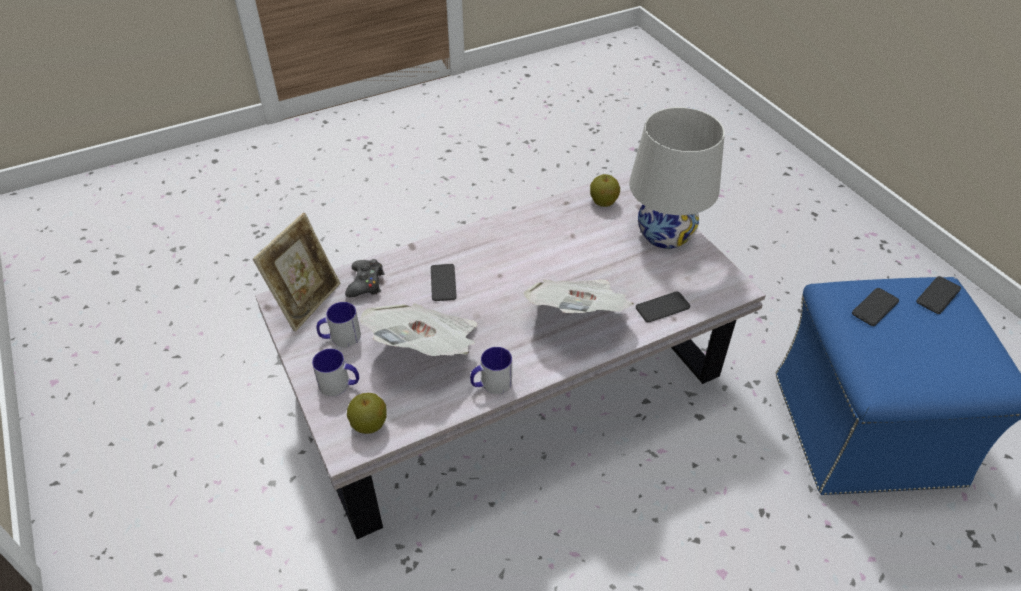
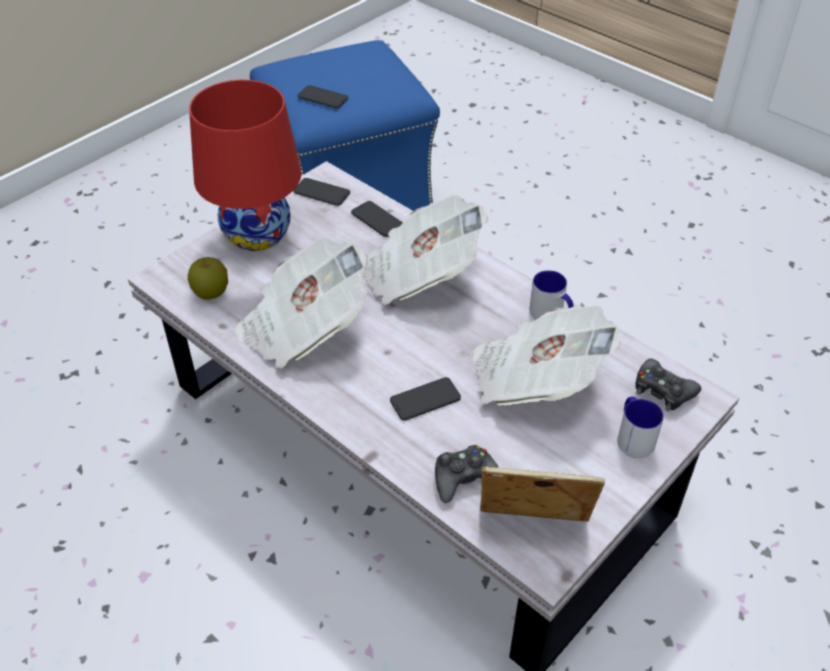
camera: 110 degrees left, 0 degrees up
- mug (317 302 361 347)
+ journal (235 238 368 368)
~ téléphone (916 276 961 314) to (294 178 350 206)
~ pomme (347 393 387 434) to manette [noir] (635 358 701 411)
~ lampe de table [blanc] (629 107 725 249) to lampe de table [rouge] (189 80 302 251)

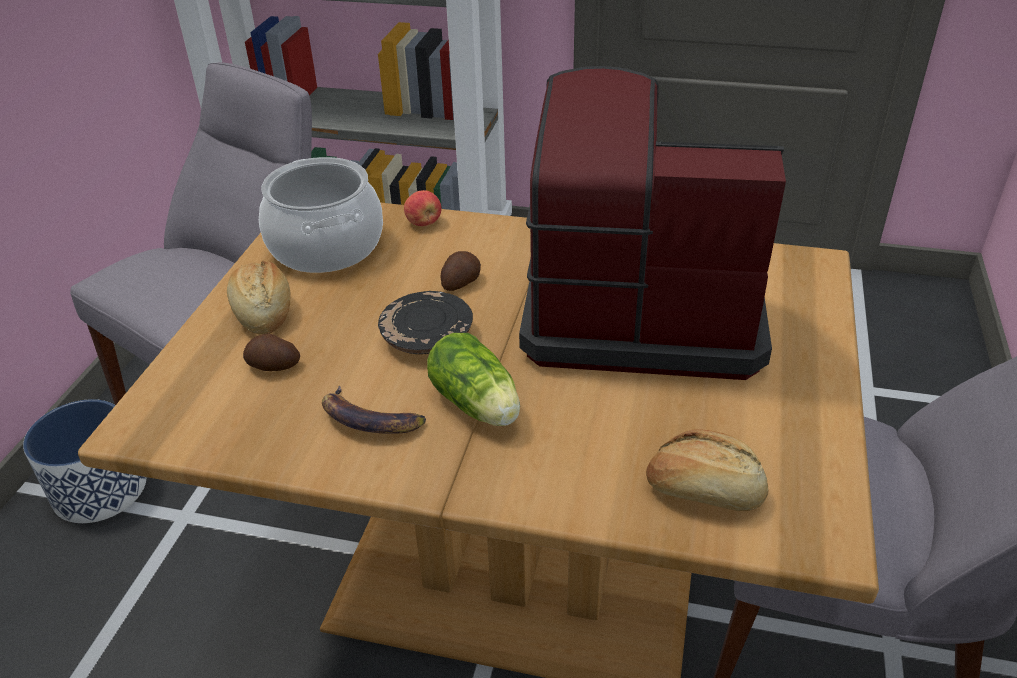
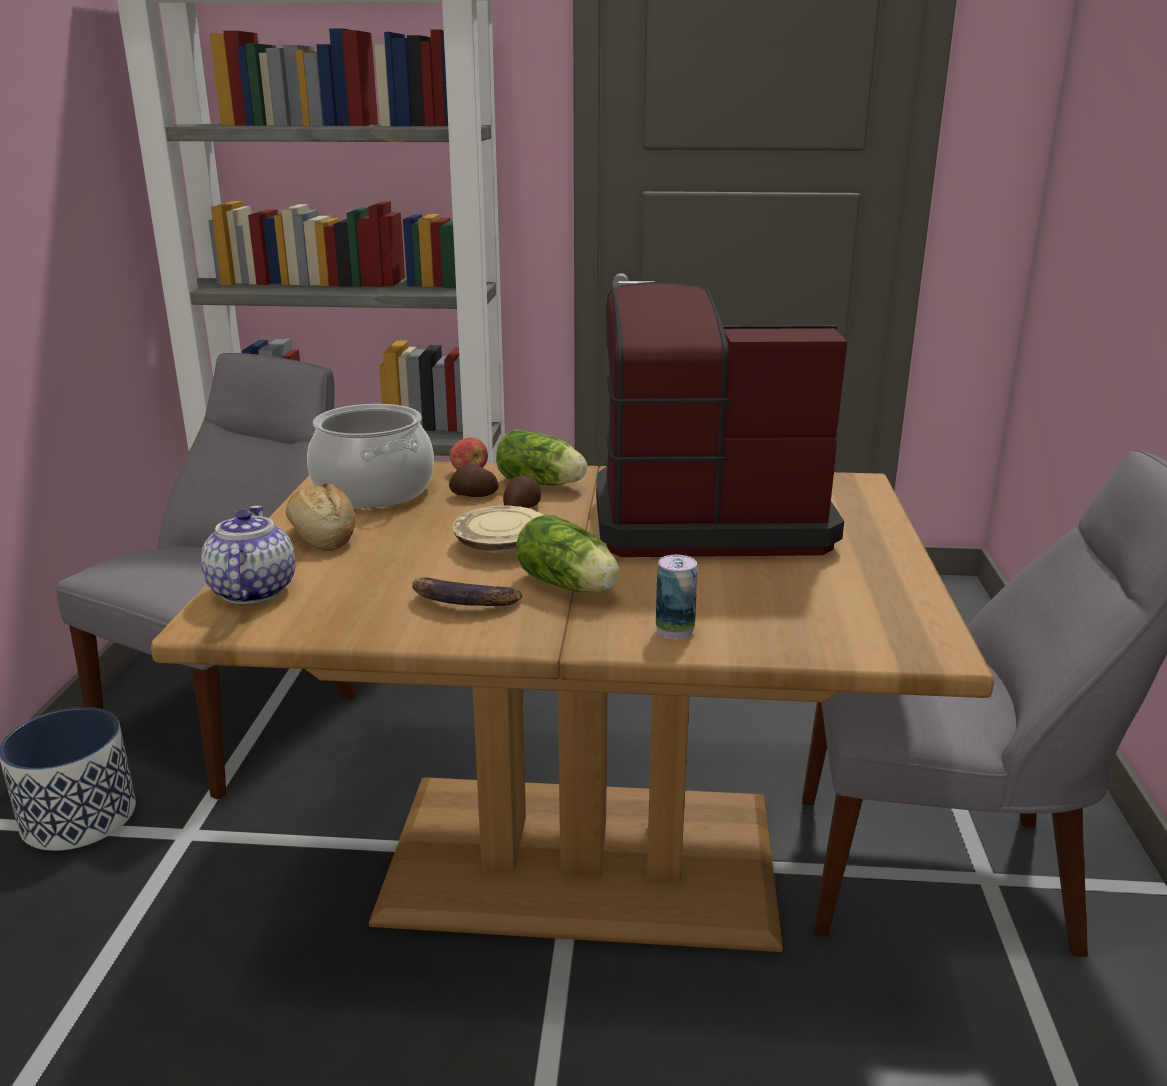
camera: 10 degrees left, 15 degrees down
- pain (646 429 768 511)
+ théière (201 506 295 604)
+ laitue (496 429 587 485)
+ boîte métallique (656 555 698 639)
~ pomme de terre (243 333 300 371) to (449 464 499 497)
~ assiette [noir] (378 291 473 354) to assiette [beige] (452 506 543 553)

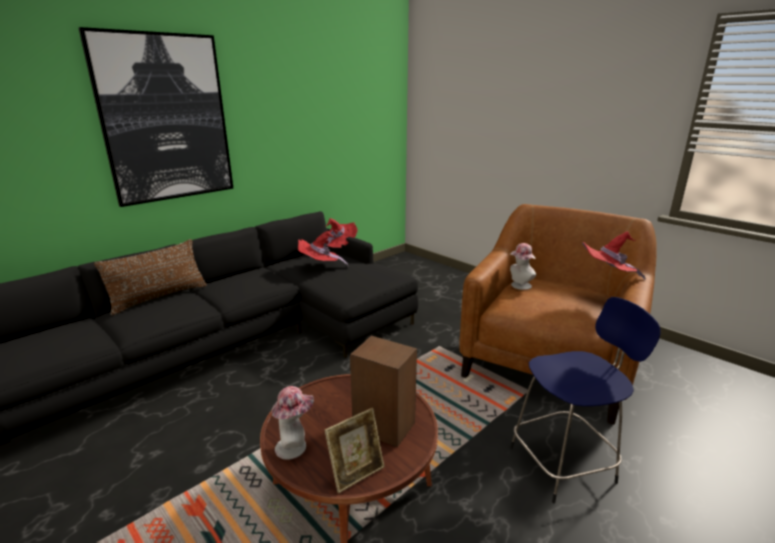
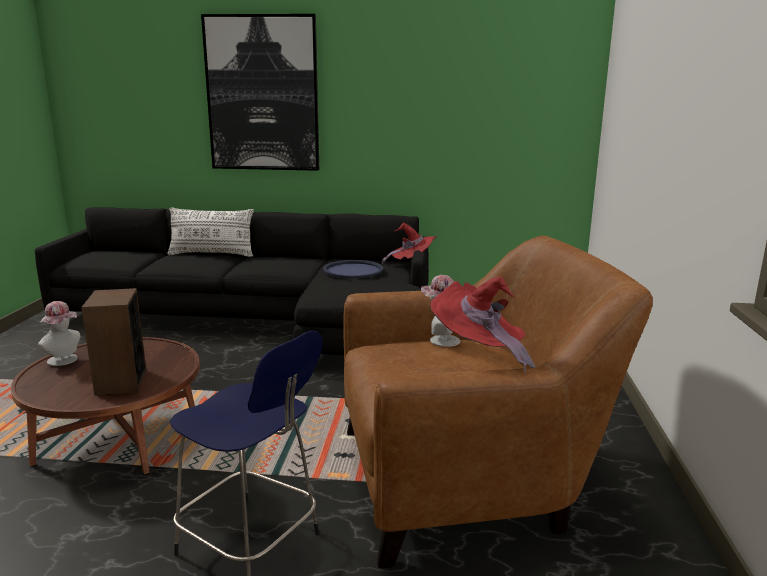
camera: 50 degrees right, 5 degrees down
- cadre photo (324 408 385 493)
~ chapeau [rouge] (298 231 349 267) to plateau [bleu] (323 260 383 278)
~ coussin [marron] (94 239 207 315) to coussin [blanc] (168 207 254 257)

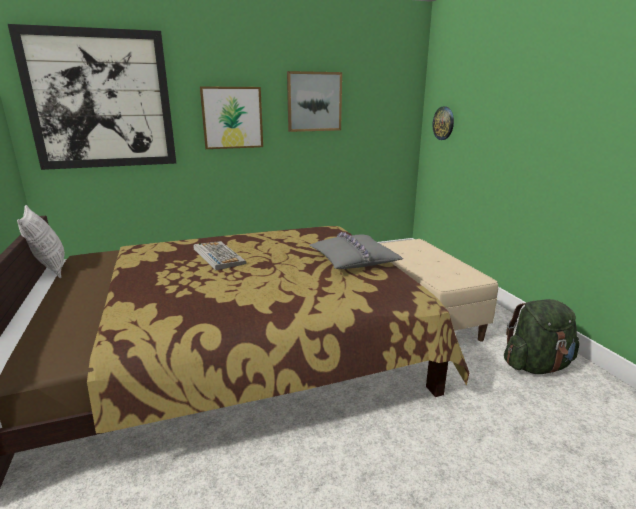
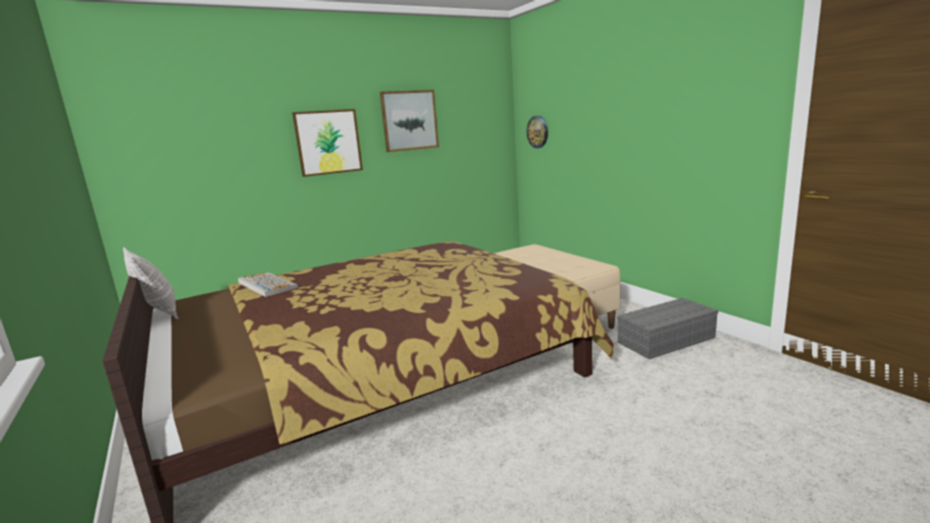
camera: 10 degrees left, 5 degrees down
- tableau (8 24 176 170)
- coussin [gris] (309 232 403 269)
~ clavier (194 241 246 270) to (238 272 298 297)
~ sac à dos [vert] (504 299 580 374) to boîte de rangement [gris] (617 298 718 359)

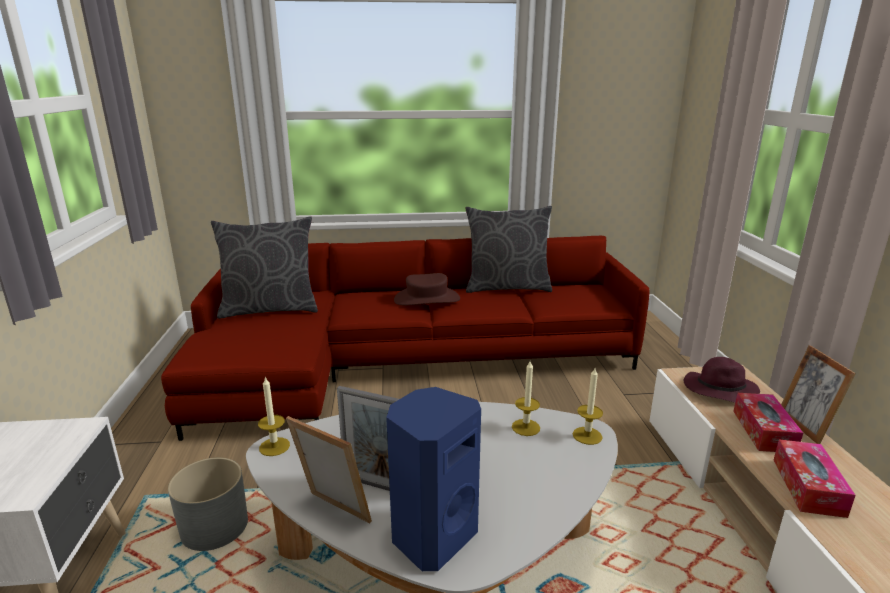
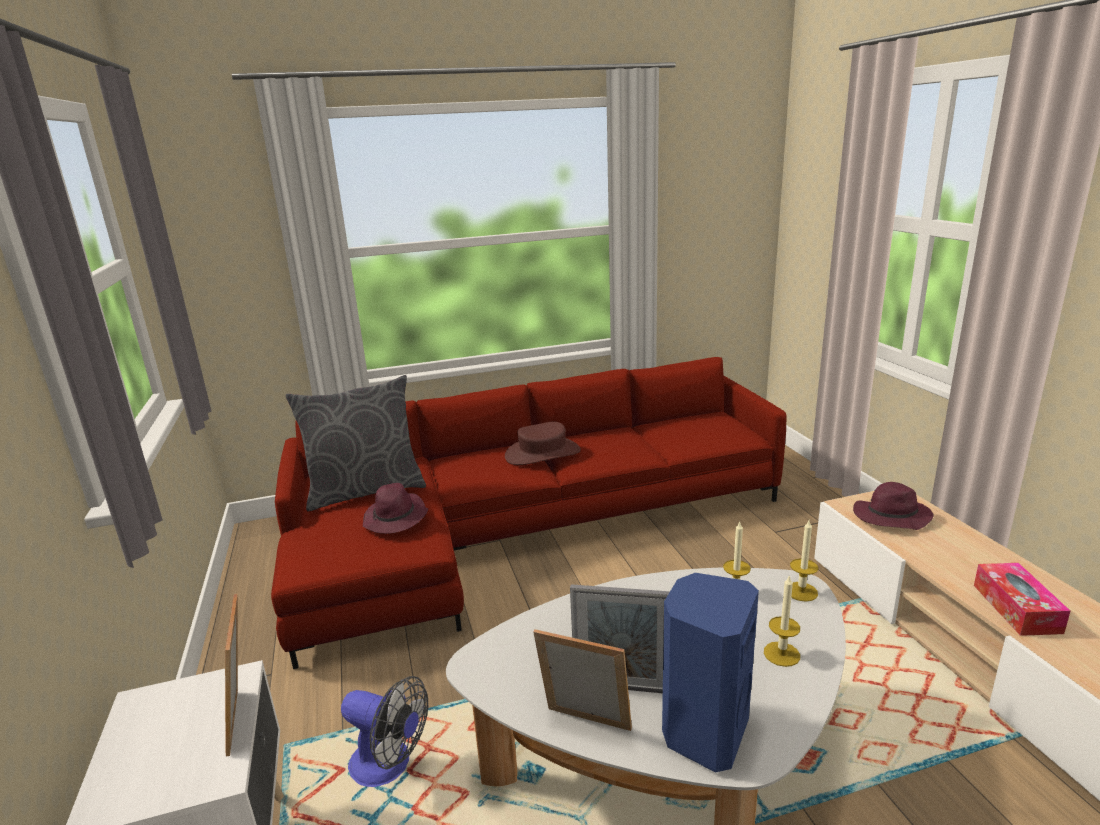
camera: 10 degrees left, 0 degrees up
- coussin [gris] (466 206 552 293)
- boîte à mouchoirs (733 393 803 452)
+ chapeau [violet] (363 483 428 534)
~ bougie (258 377 290 456) to (764 575 800 667)
~ cadre photo (781 345 856 444) to (225 594 238 756)
~ cache-pot [gris] (168 458 248 551) to ventilateur (341 676 428 787)

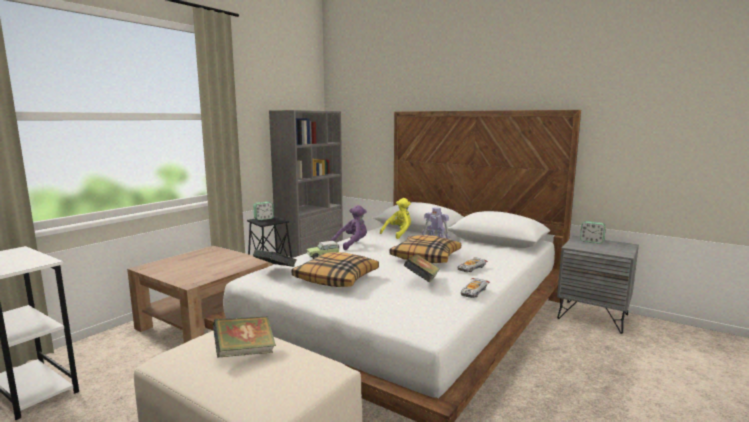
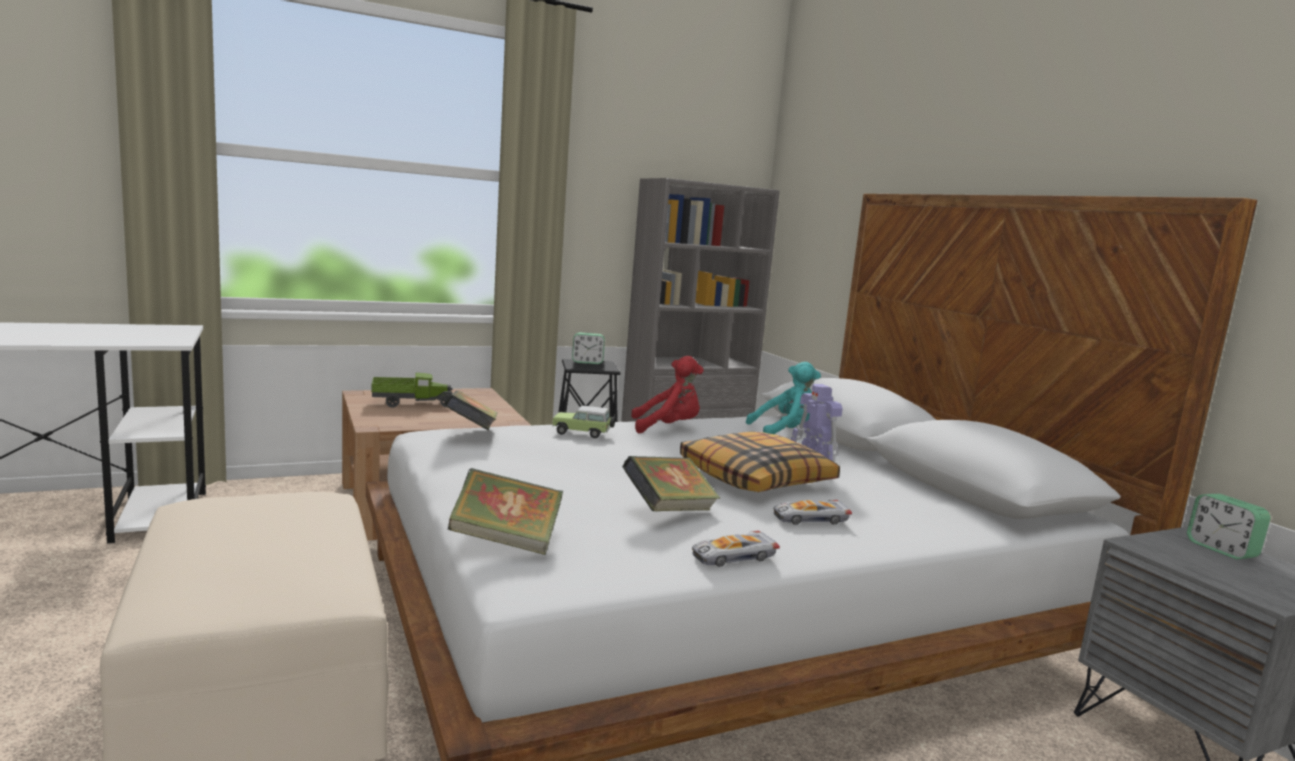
camera: 30 degrees right, 0 degrees up
- coussin (292 252 379 287)
+ camion jouet (371 372 453 407)
~ livre (213 316 276 357) to (448 468 563 555)
~ peluche [violet] (331 205 367 250) to peluche [rouge] (631 356 704 433)
~ peluche [jaune] (380 198 411 239) to peluche [turquoise] (746 362 821 434)

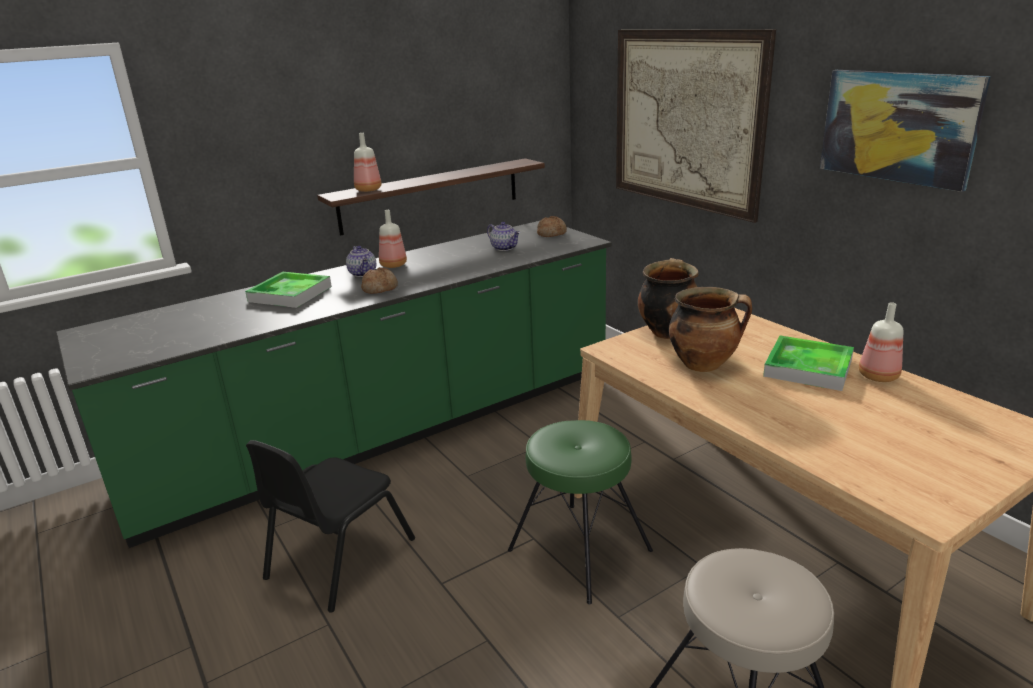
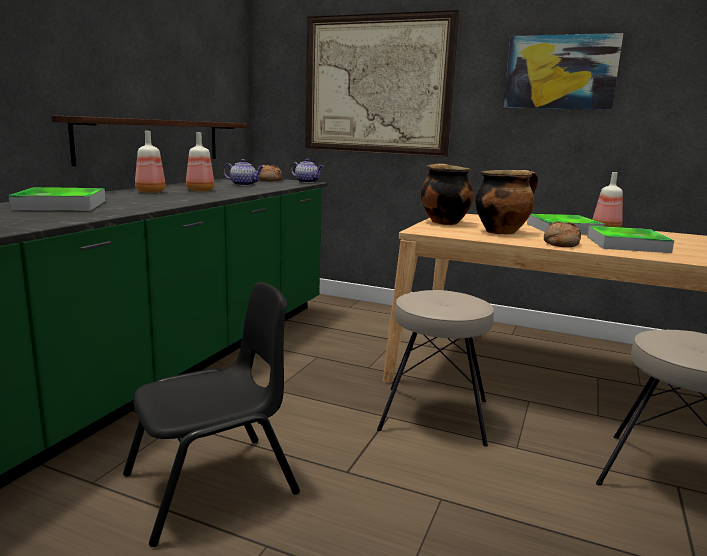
camera: 35 degrees left, 10 degrees down
+ plateau (587 226 674 253)
~ théière (346 246 376 277) to (291 159 323 183)
~ bouteille (354 133 382 192) to (186 132 214 191)
~ pain (361 267 398 294) to (544 221 581 247)
~ tabouret [vert] (508 420 653 604) to tabouret [beige] (377 290 494 447)
~ chaise [noir] (246 440 415 612) = (123 282 300 547) 120 degrees counterclockwise

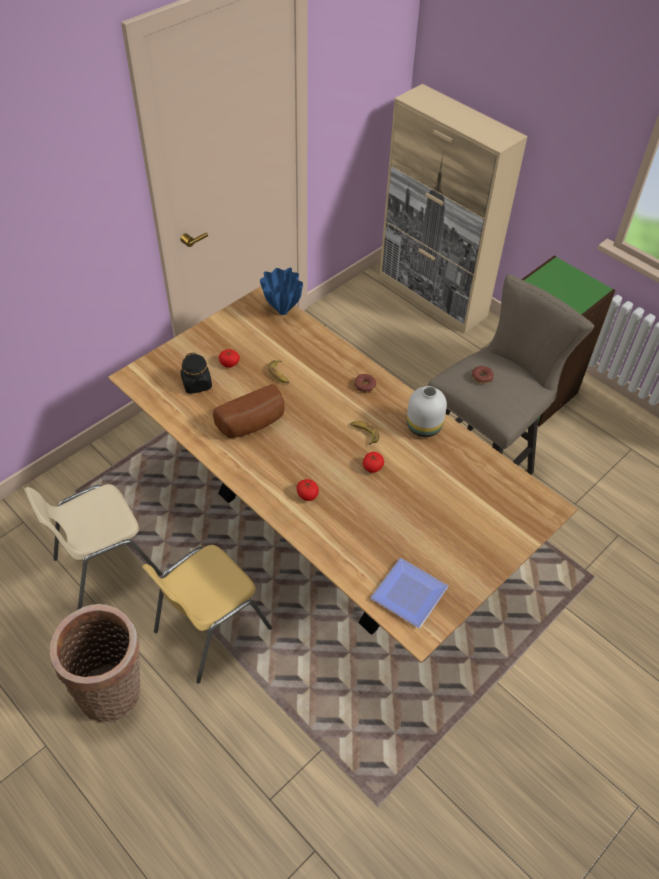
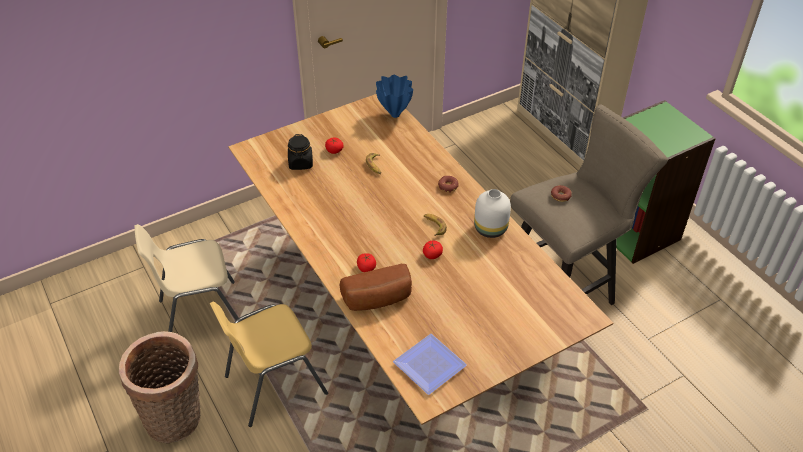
camera: 15 degrees right, 5 degrees down
~ pain (213 384 284 438) to (340 264 412 311)

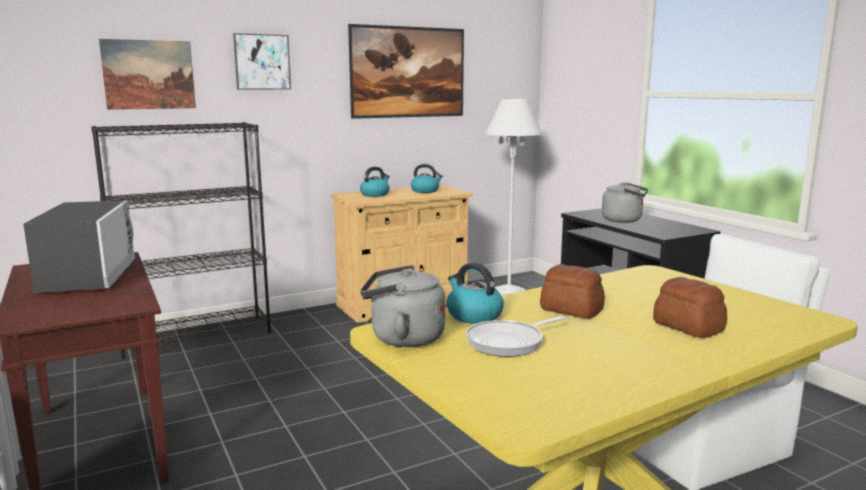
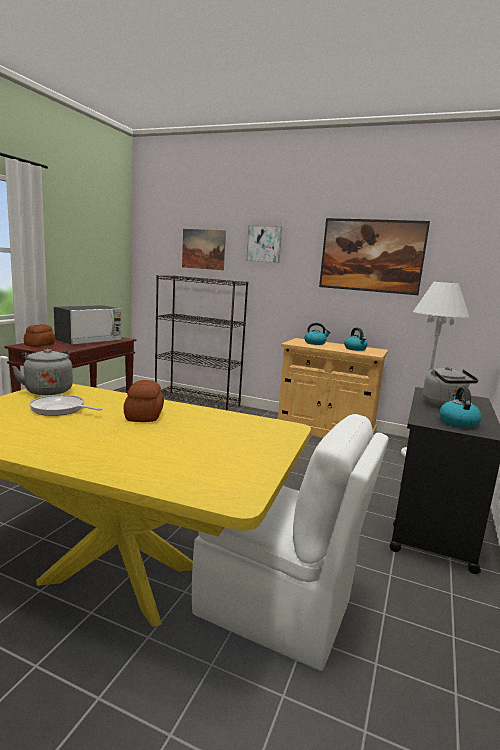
camera: 50 degrees right, 0 degrees up
~ bouilloire (446 263 504 324) to (439 387 482 428)
~ pain (653 277 727 338) to (24 324 55 347)

